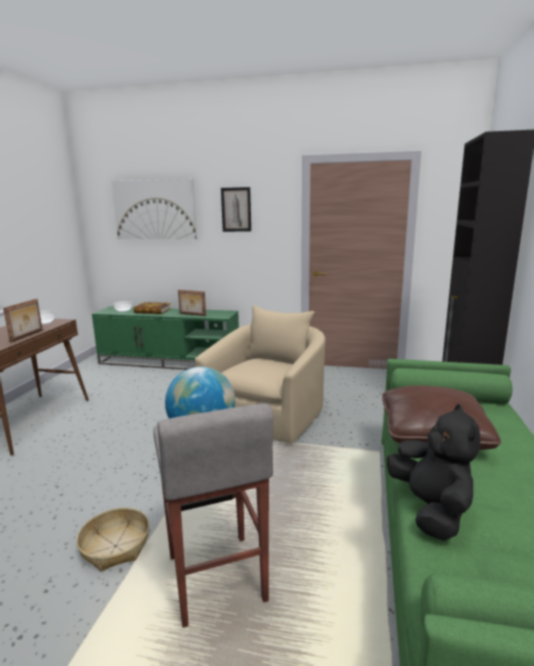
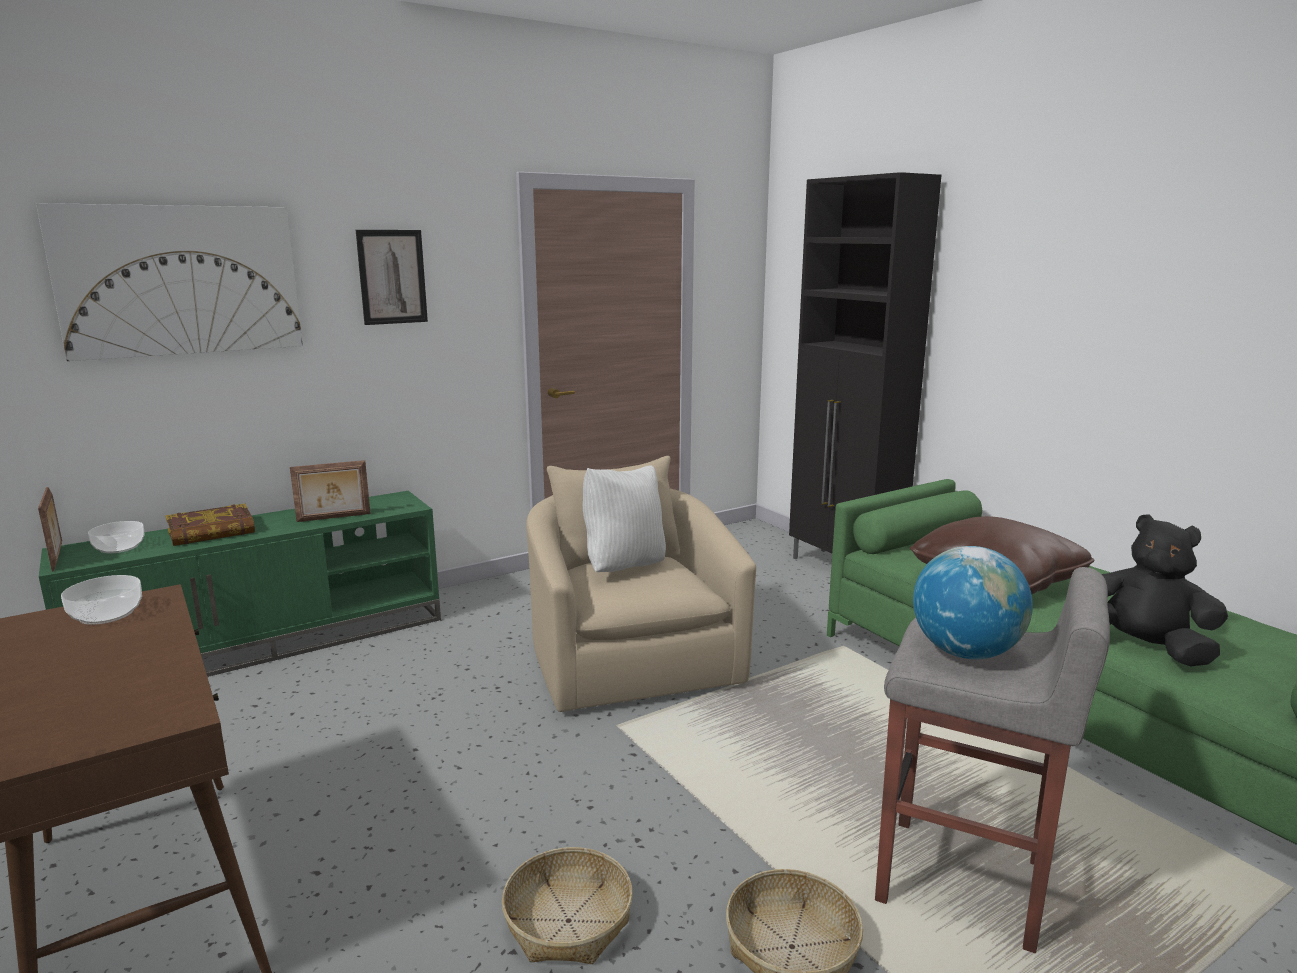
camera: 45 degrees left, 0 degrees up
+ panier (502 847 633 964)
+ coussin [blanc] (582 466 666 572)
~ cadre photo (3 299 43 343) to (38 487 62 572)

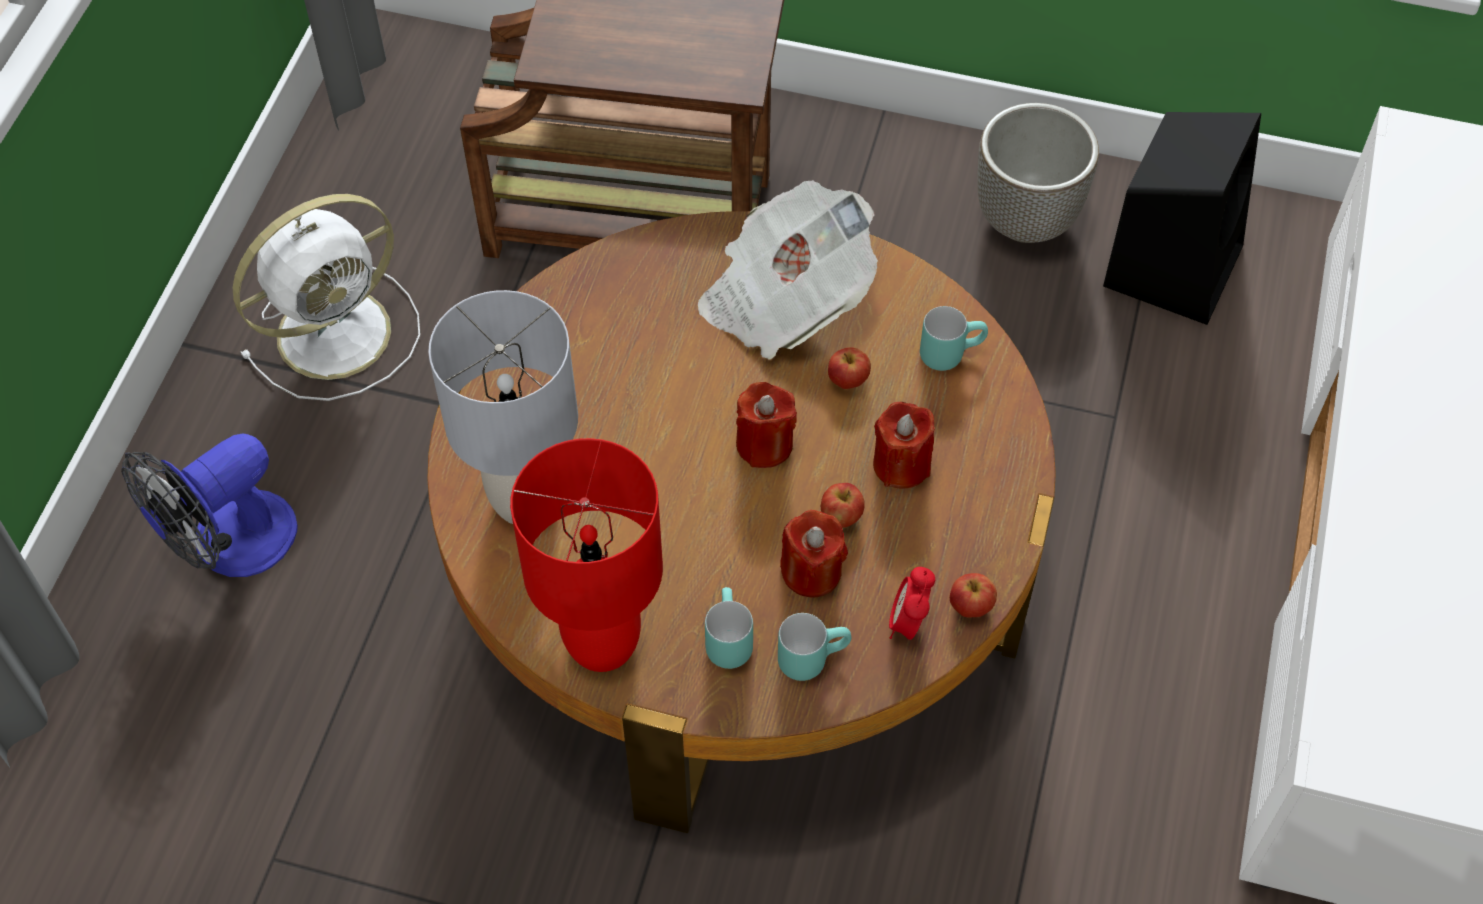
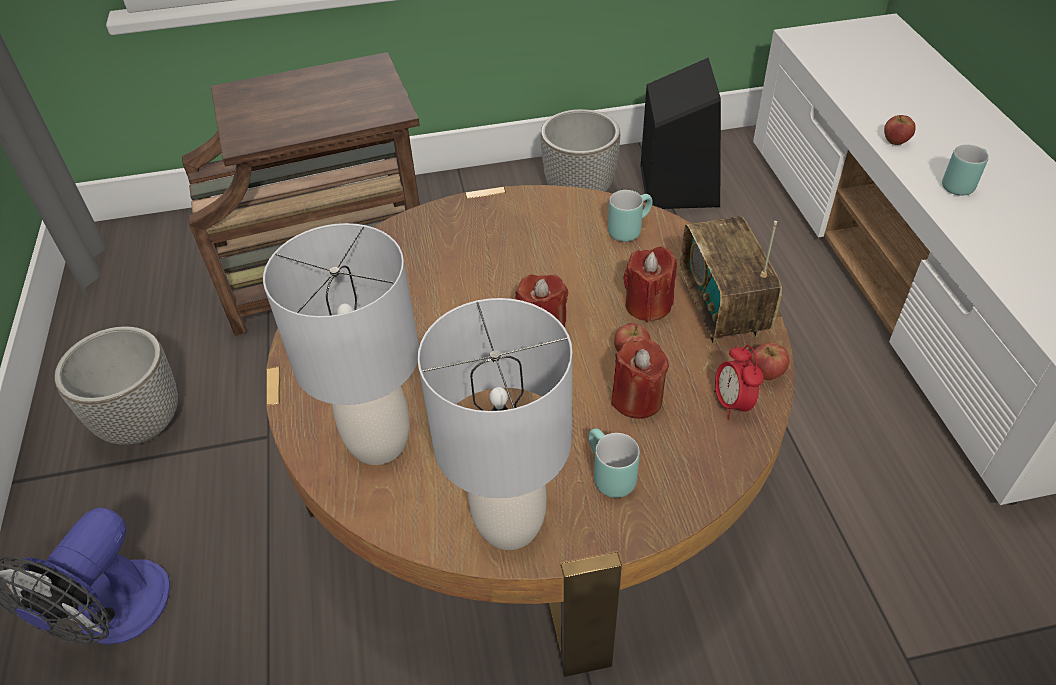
camera: 25 degrees left, 10 degrees down
- journal (698 180 878 360)
+ radio (680 216 782 344)
~ mug [turquoise] (778 613 851 681) to (942 144 989 196)
~ pomme (828 347 871 389) to (884 115 916 145)
~ ventilateur [blanc] (233 194 420 401) to cache-pot (54 326 178 445)
~ lampe de table [rouge] (510 438 663 672) to lampe de table [gris] (417 298 573 550)

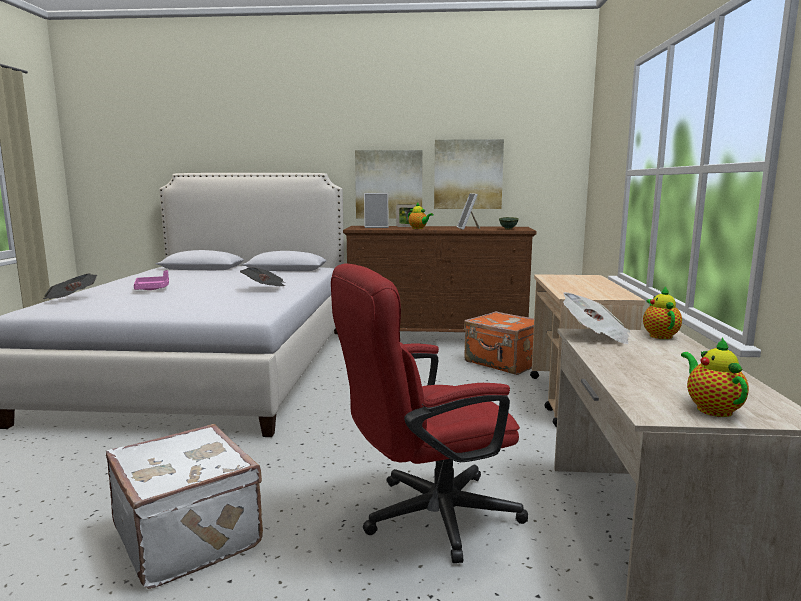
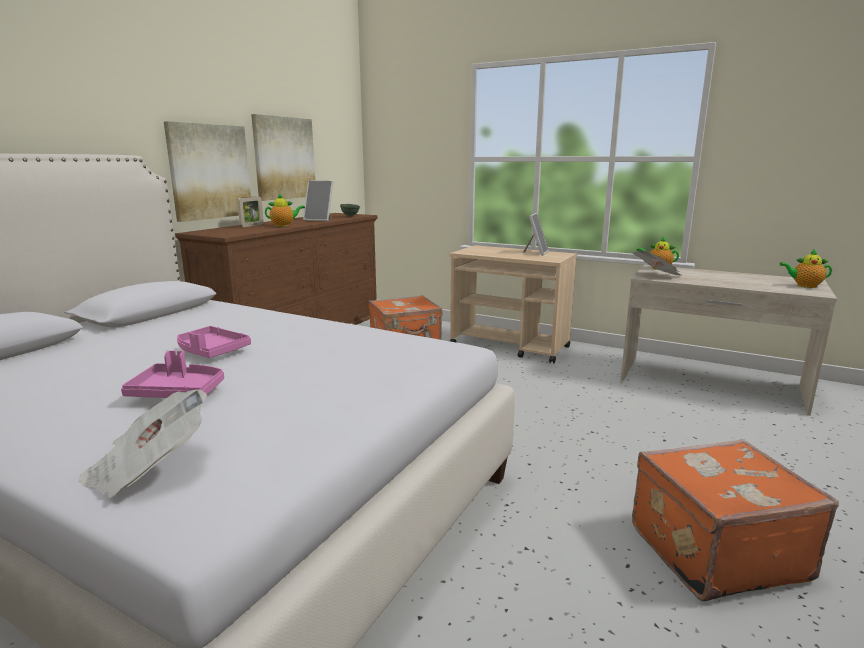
camera: 65 degrees left, 5 degrees up
- journal (240 267 285 286)
- chaise de bureau [rouge] (331 263 528 563)
+ plateau [rose] (177 326 251 358)
~ cadre photo (364 193 389 228) to (523 213 549 256)
~ valise [blanc] (106 424 263 589) to valise [orange] (632 439 839 602)

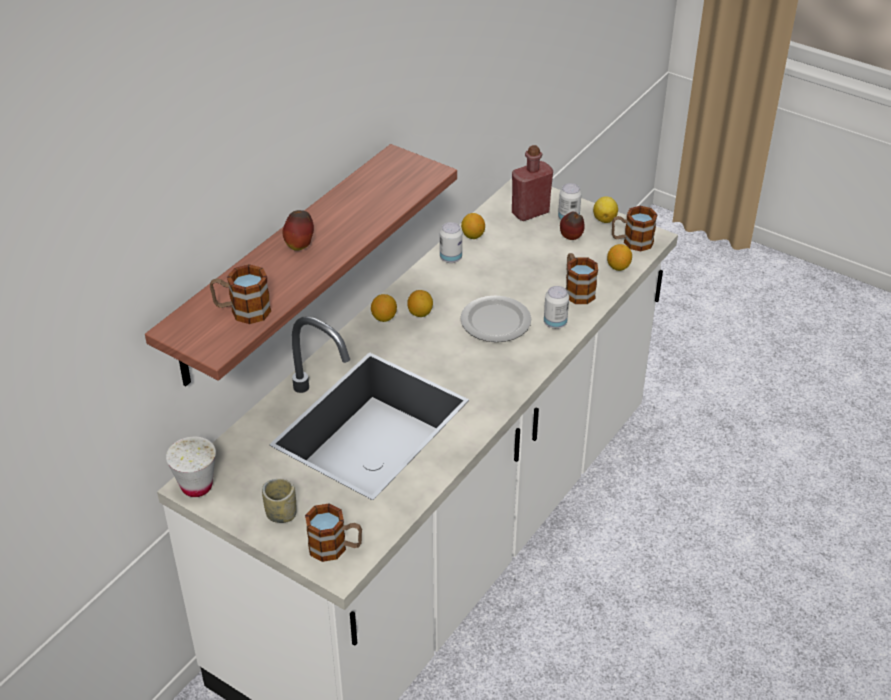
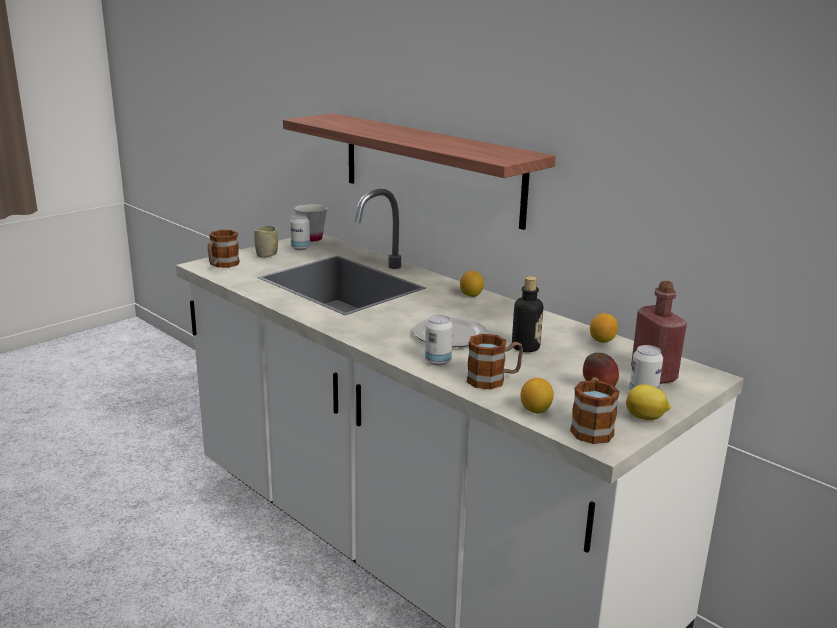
camera: 100 degrees right, 20 degrees down
- mug (210 264 271 324)
- pomme (282 210 314 251)
- citron (407 290 433 317)
+ bouteille (512 276 543 352)
~ boîte métallique (440 222 462 263) to (290 214 310 250)

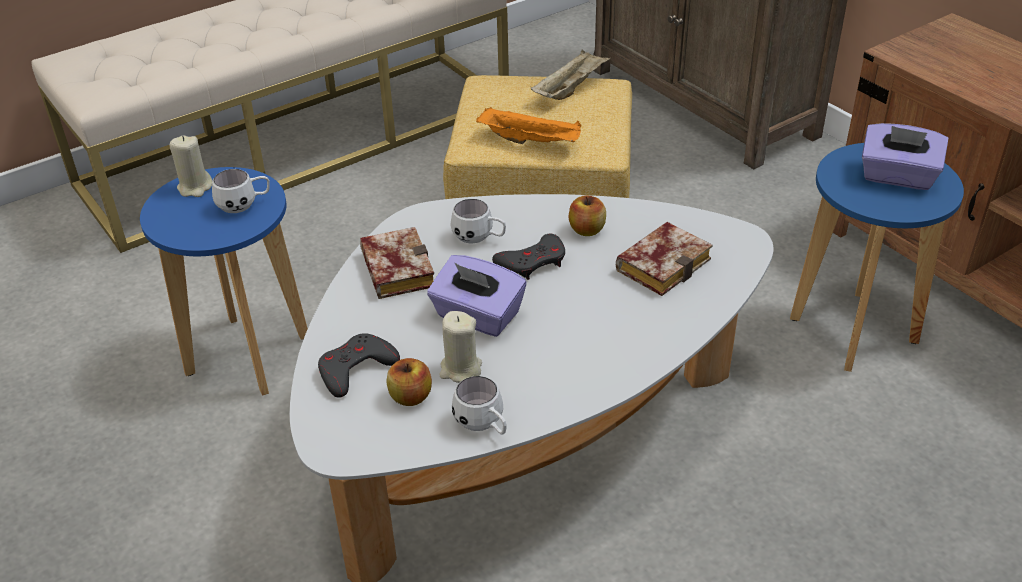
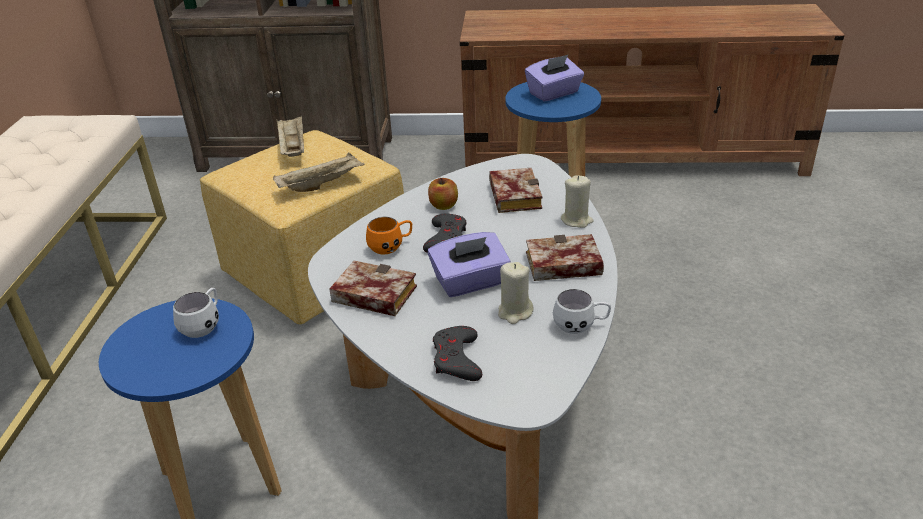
camera: 50 degrees left, 5 degrees down
- pomme (387 358 432 406)
+ livre (526 234 604 281)
~ bougie [beige] (170 136 212 197) to (561 175 593 228)
~ mug [blanc] (450 199 506 243) to mug [orange] (366 217 412 254)
~ plateau [orange] (476 106 581 144) to plateau [beige] (273 153 365 192)

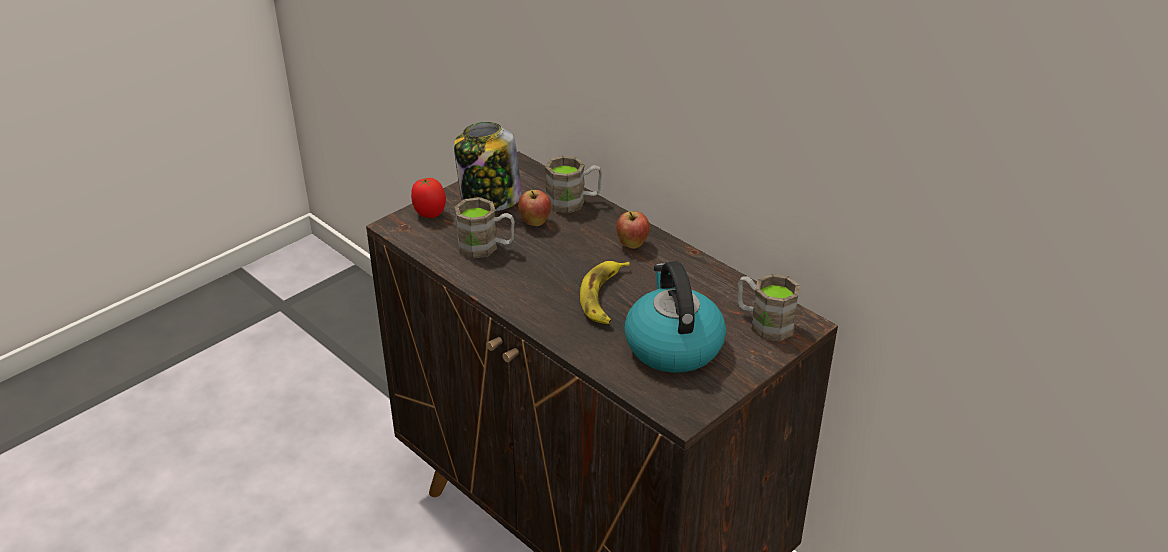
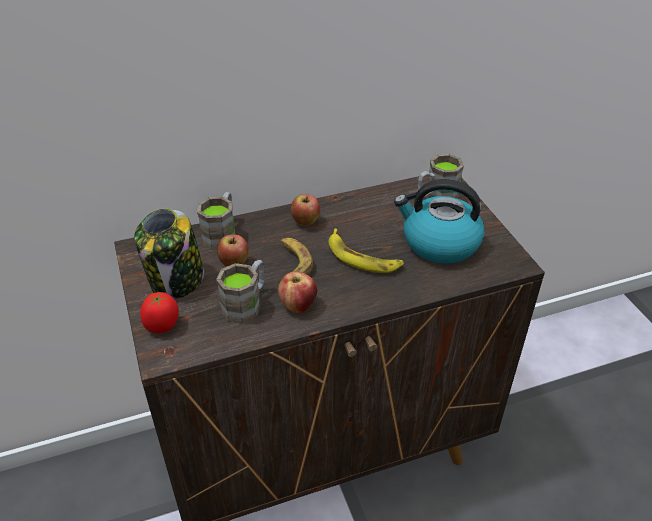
camera: 65 degrees left, 5 degrees up
+ pomme (278 271 317 313)
+ banane (281 238 313 277)

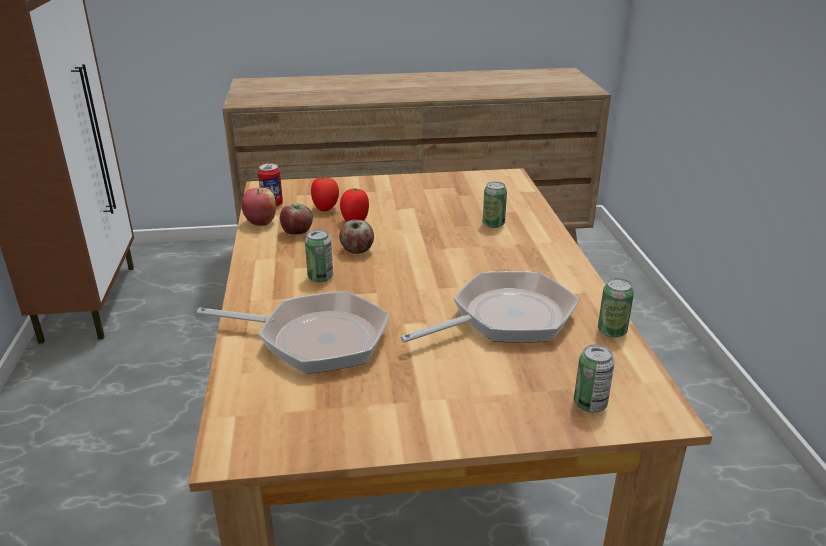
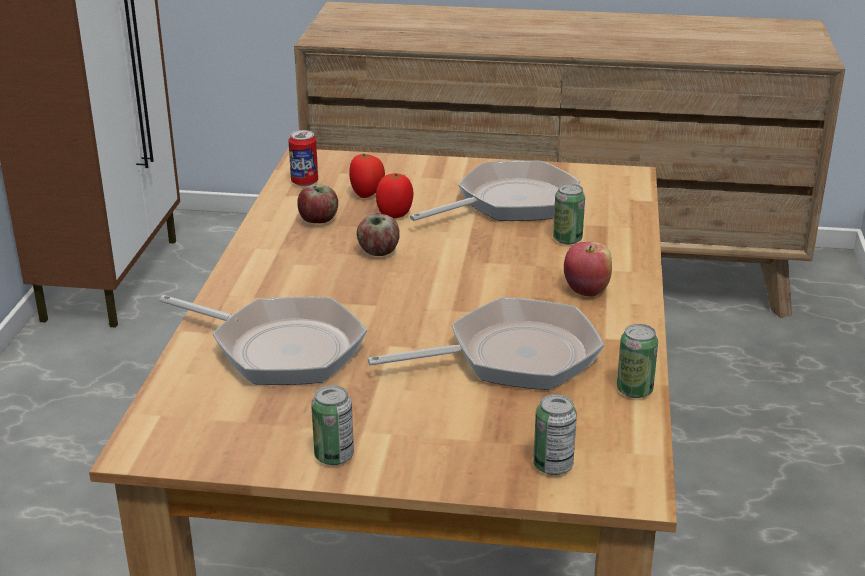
camera: 15 degrees right, 0 degrees up
+ poêle (410 160 580 221)
~ pomme (242 188 276 226) to (564 242 612 297)
~ boîte métallique (305 230 333 282) to (311 385 354 465)

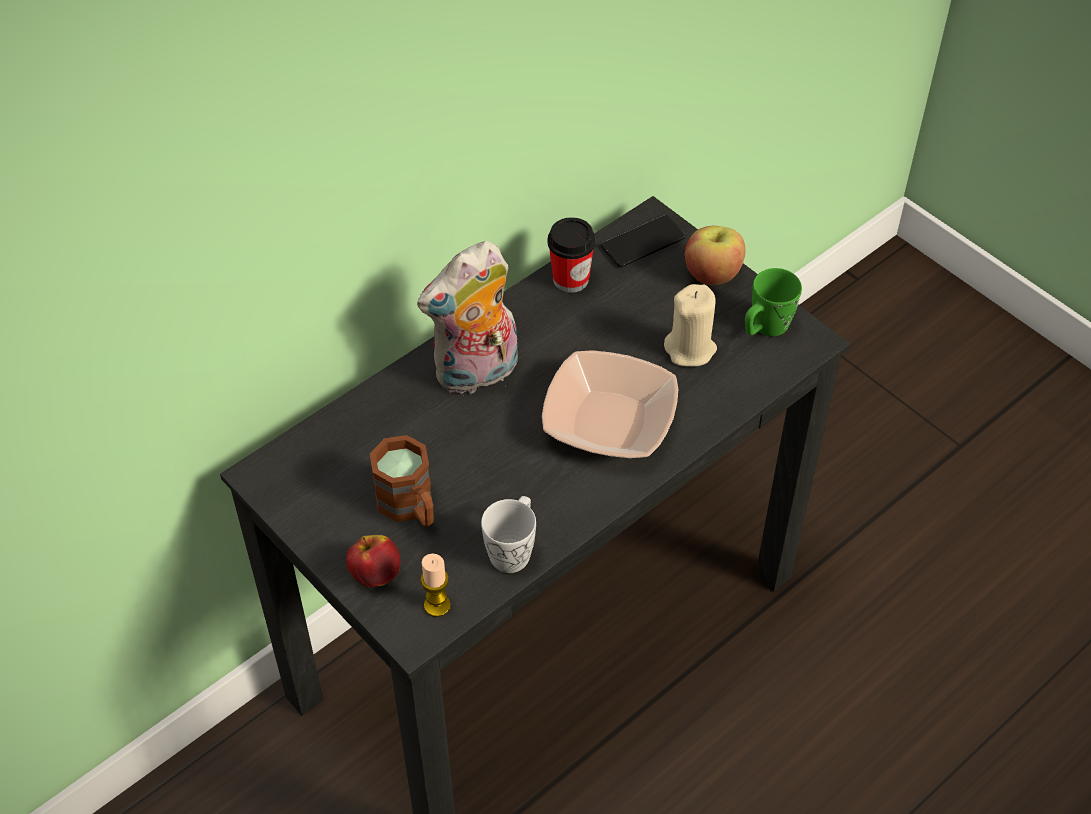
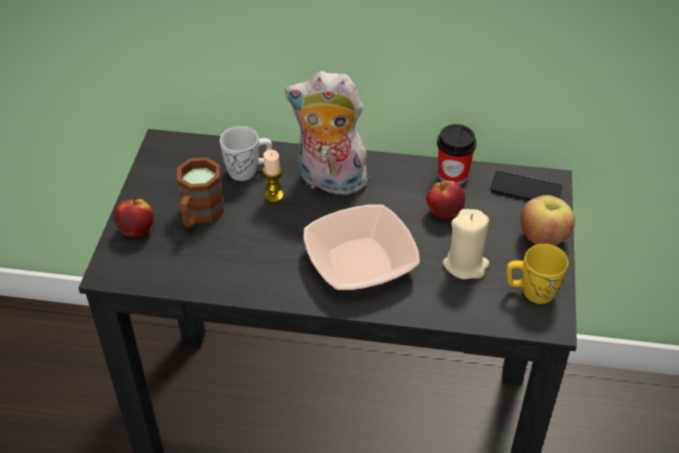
camera: 50 degrees right, 5 degrees down
+ pomme (426 181 465 218)
~ bougie (421 553 451 617) to (263 149 284 203)
~ mug [blanc] (481 496 536 573) to (220 126 272 181)
~ mug [vert] (745 268 802 336) to mug [jaune] (506 244 568 304)

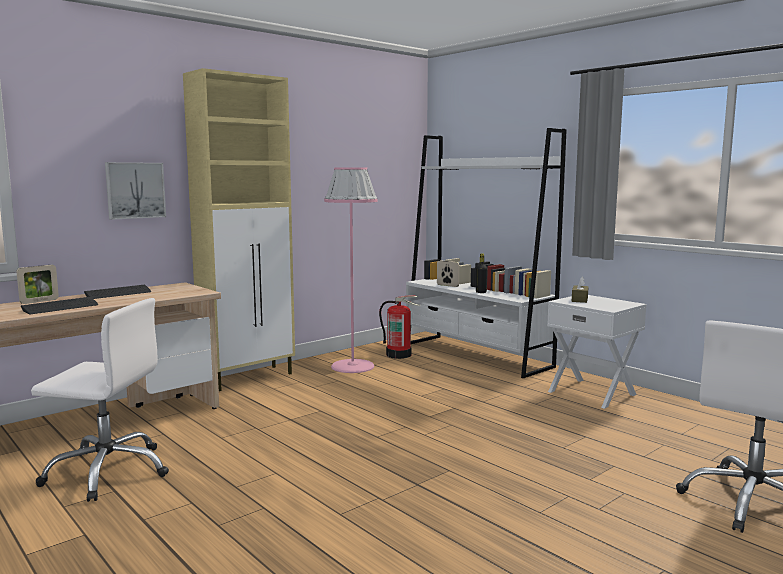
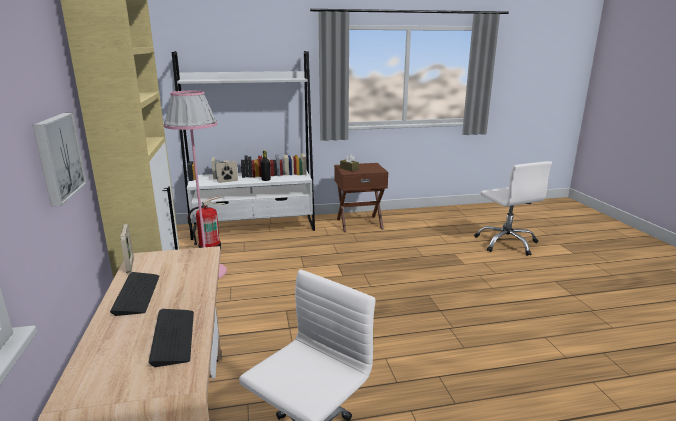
camera: 60 degrees left, 10 degrees up
~ cadre photo (16 265 59 304) to (120 224 134 273)
~ table de chevet [blanc] (547 295 647 409) to table de chevet [marron] (334 163 388 233)

